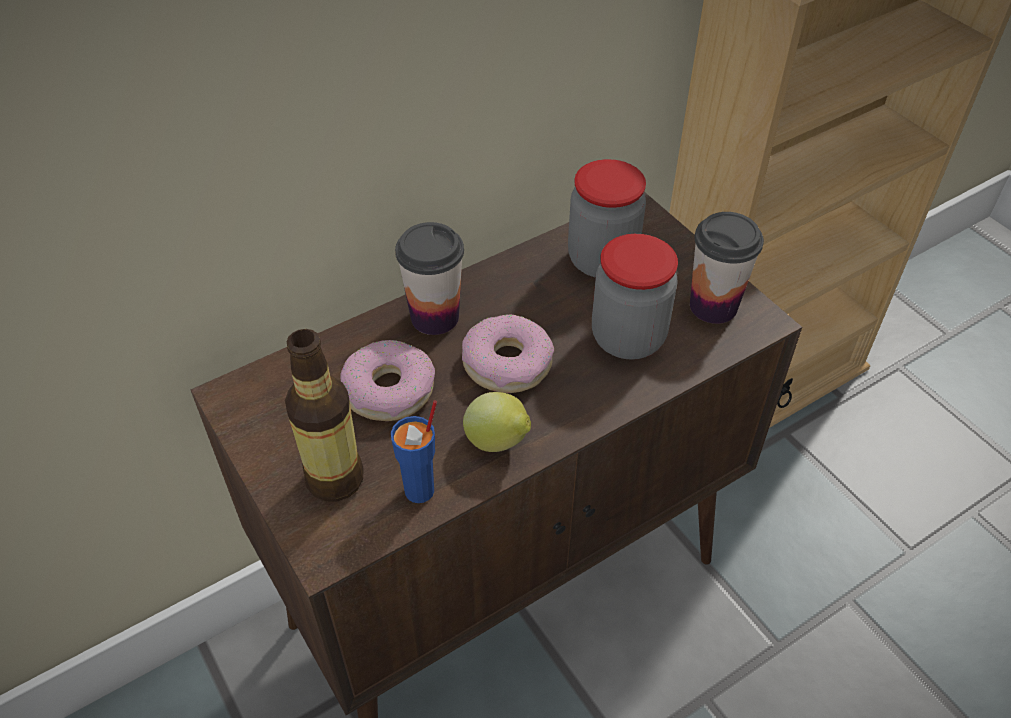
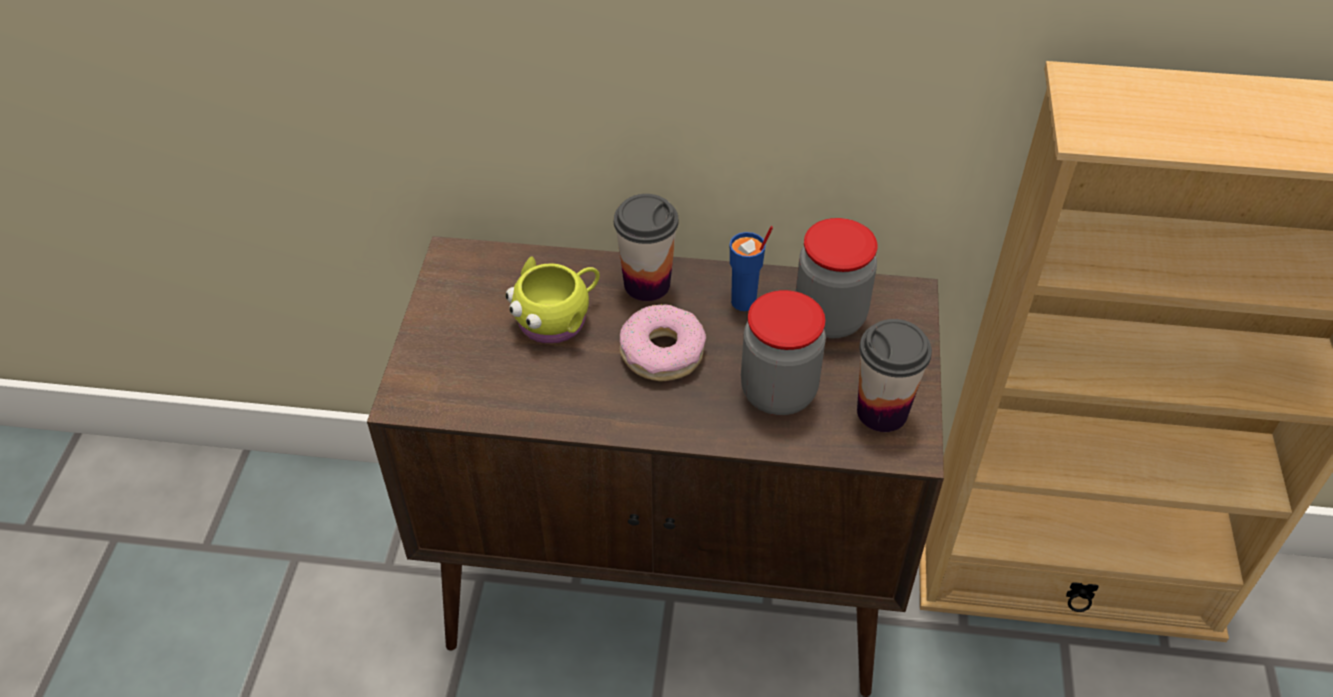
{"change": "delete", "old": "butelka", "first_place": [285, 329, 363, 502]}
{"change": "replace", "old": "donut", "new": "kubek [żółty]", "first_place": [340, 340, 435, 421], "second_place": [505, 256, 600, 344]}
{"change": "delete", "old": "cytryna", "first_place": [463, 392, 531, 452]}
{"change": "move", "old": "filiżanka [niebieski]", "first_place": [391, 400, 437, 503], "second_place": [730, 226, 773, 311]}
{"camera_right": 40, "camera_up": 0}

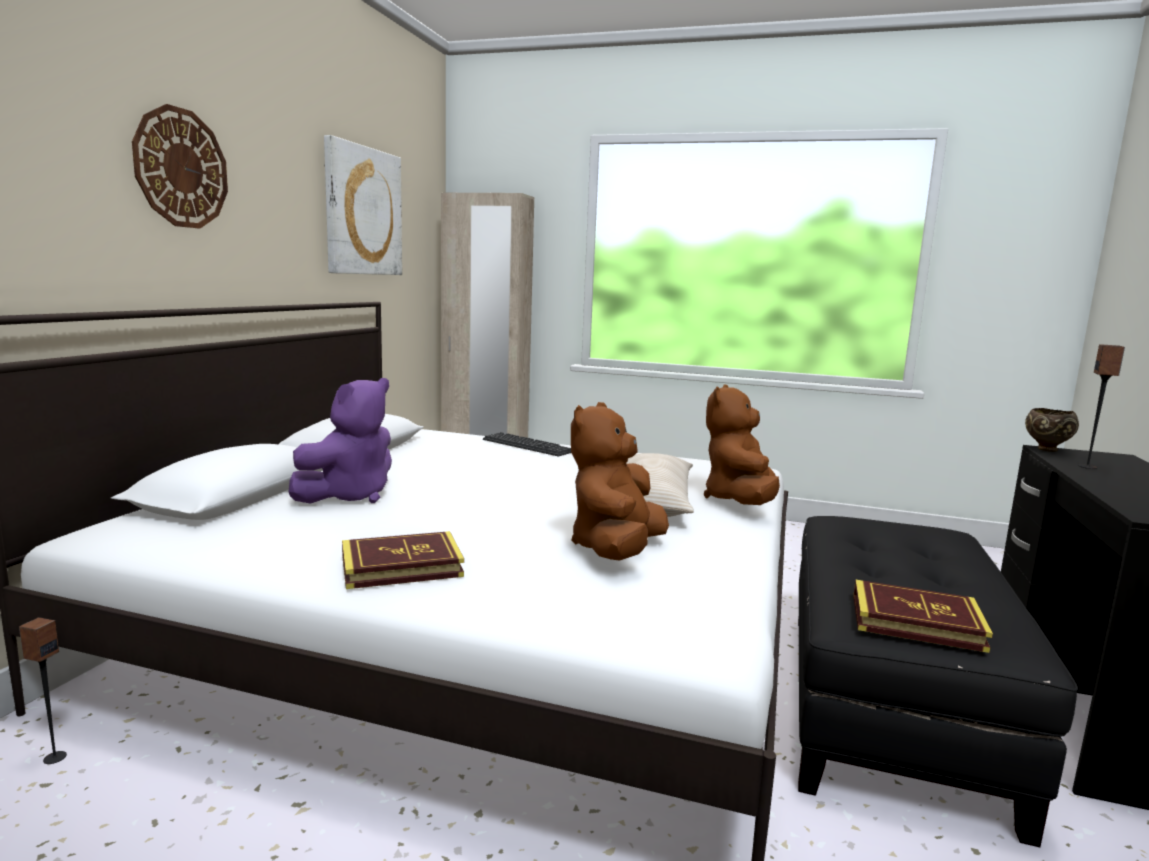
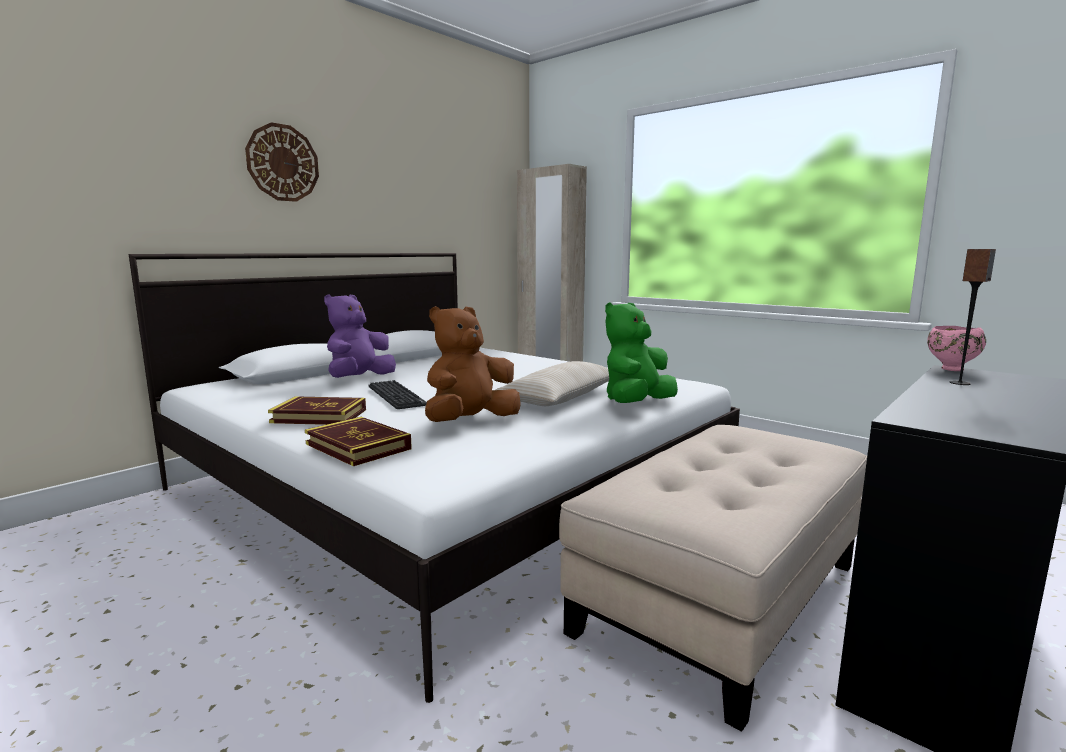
{"change": "delete", "old": "obraz", "first_place": [324, 135, 402, 275]}
{"change": "rotate", "old": "pluszak [fioletowy]", "first_place": [289, 378, 392, 504], "second_place": [324, 294, 396, 378], "degrees": 150}
{"change": "recolor", "old": "pluszak [brązowy]", "new": "pluszak [zielony]", "first_place": [704, 384, 780, 505], "second_place": [605, 302, 678, 403]}
{"change": "recolor", "old": "miska [brązowy]", "new": "miska [różowy]", "first_place": [1025, 408, 1079, 452], "second_place": [927, 326, 986, 371]}
{"change": "move", "old": "klawiatura", "first_place": [483, 432, 571, 456], "second_place": [368, 380, 427, 409]}
{"change": "recolor", "old": "pufa [czarny]", "new": "pufa [beżowy]", "first_place": [798, 516, 1078, 847], "second_place": [559, 425, 867, 732]}
{"change": "move", "old": "książka", "first_place": [853, 579, 993, 653], "second_place": [305, 417, 412, 466]}
{"change": "delete", "old": "głośnik", "first_place": [19, 617, 67, 764]}
{"camera_right": 25, "camera_up": 0}

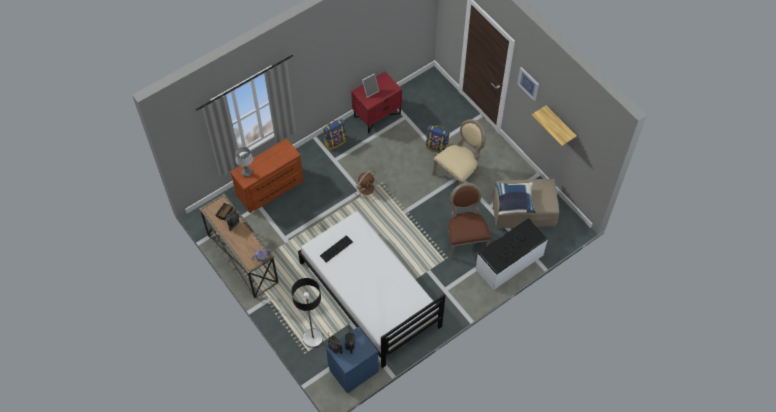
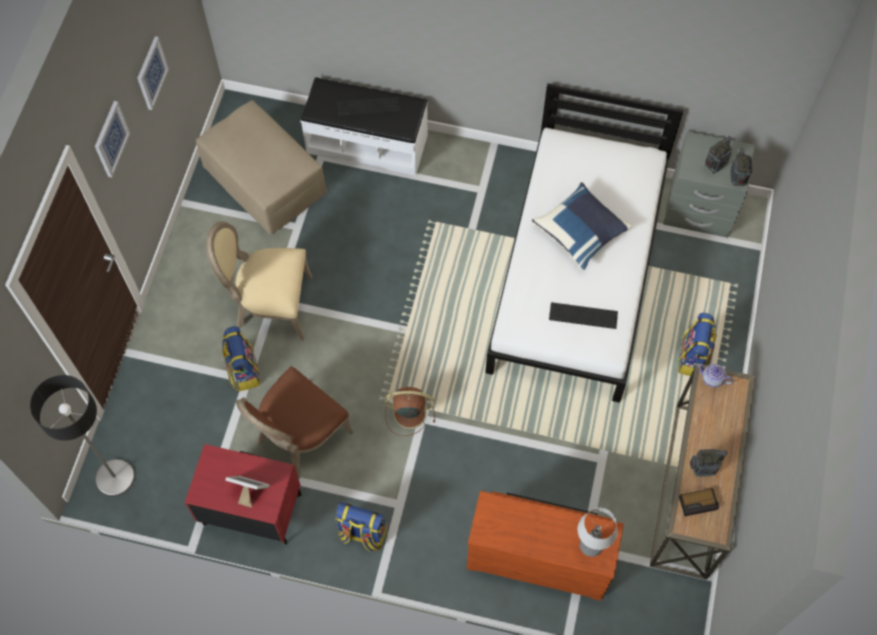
{"change": "replace", "old": "półka", "new": "obraz", "first_place": [531, 105, 577, 146], "second_place": [137, 36, 169, 110]}
{"change": "move", "old": "poduszka [niebieski]", "first_place": [494, 182, 536, 215], "second_place": [532, 182, 632, 270]}
{"change": "move", "old": "krzesło [brązowy]", "first_place": [448, 183, 491, 259], "second_place": [236, 366, 353, 479]}
{"change": "move", "old": "lampa stojąca", "first_place": [291, 278, 323, 348], "second_place": [30, 375, 135, 497]}
{"change": "recolor", "old": "szafka nocna [niebieski]", "new": "szafka nocna [szary]", "first_place": [326, 326, 379, 394], "second_place": [663, 131, 755, 238]}
{"change": "insert", "new": "plecak", "second_place": [678, 313, 717, 376]}
{"camera_right": -130, "camera_up": 5}

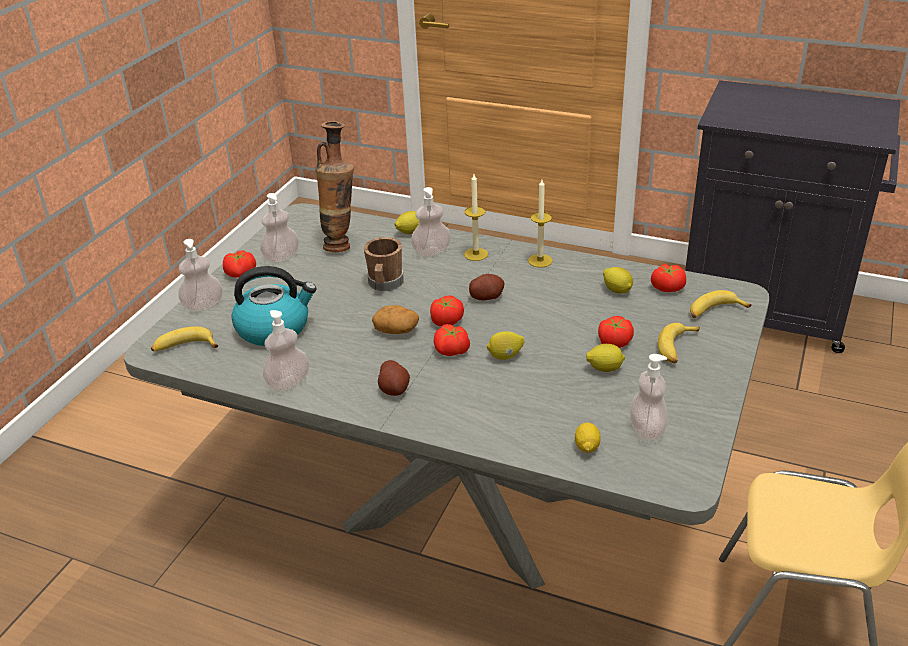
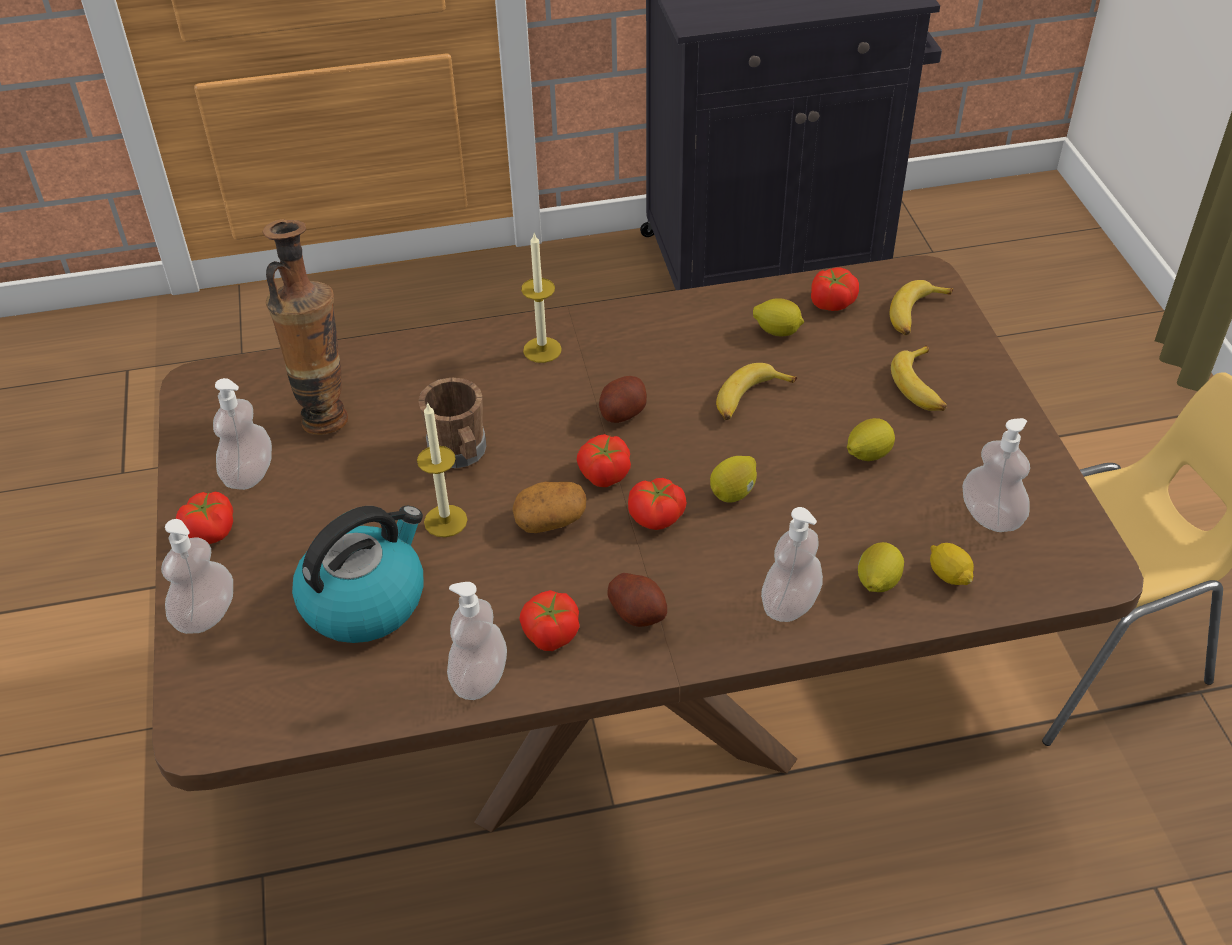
{"change": "move", "old": "świeca", "first_place": [528, 180, 553, 268], "second_place": [417, 402, 467, 537]}
{"change": "move", "old": "dozownik mydła", "first_place": [411, 187, 451, 256], "second_place": [761, 507, 823, 622]}
{"change": "recolor", "old": "stół jadalny [szary]", "new": "stół jadalny [brązowy]", "first_place": [124, 203, 769, 589], "second_place": [152, 255, 1144, 832]}
{"change": "move", "old": "cytryna", "first_place": [395, 211, 419, 234], "second_place": [858, 542, 904, 592]}
{"change": "move", "old": "pomidor", "first_place": [598, 316, 634, 348], "second_place": [519, 590, 580, 651]}
{"change": "move", "old": "banan", "first_place": [151, 326, 218, 352], "second_place": [716, 363, 797, 420]}
{"camera_right": -35, "camera_up": 10}

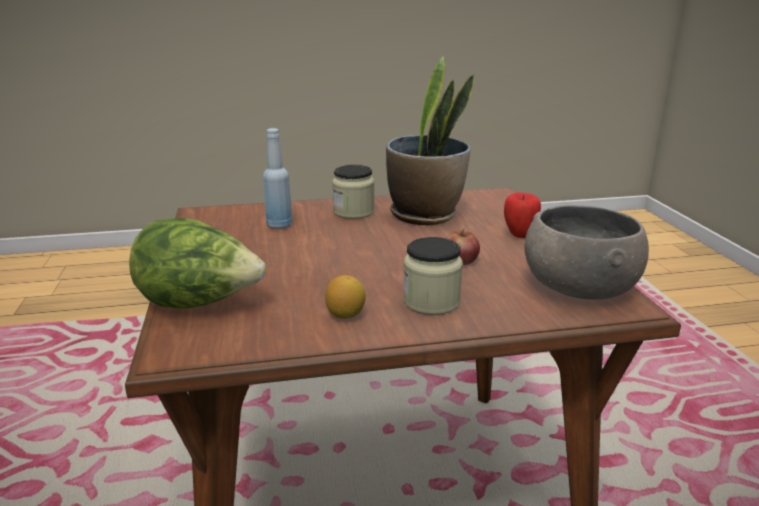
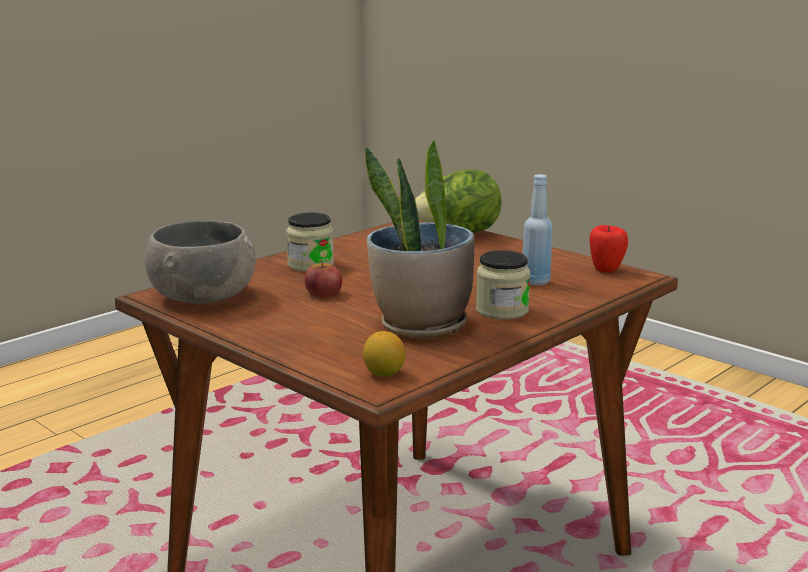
{"change": "move", "old": "jabłko", "first_place": [504, 192, 541, 238], "second_place": [589, 225, 628, 273]}
{"change": "move", "old": "cytryna", "first_place": [325, 275, 366, 319], "second_place": [363, 331, 405, 376]}
{"camera_right": 145, "camera_up": -5}

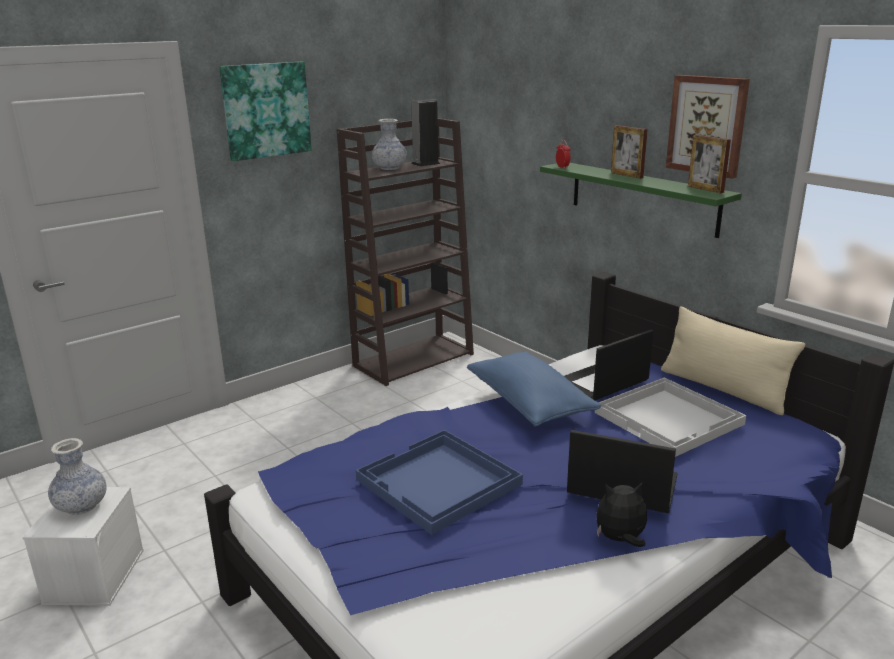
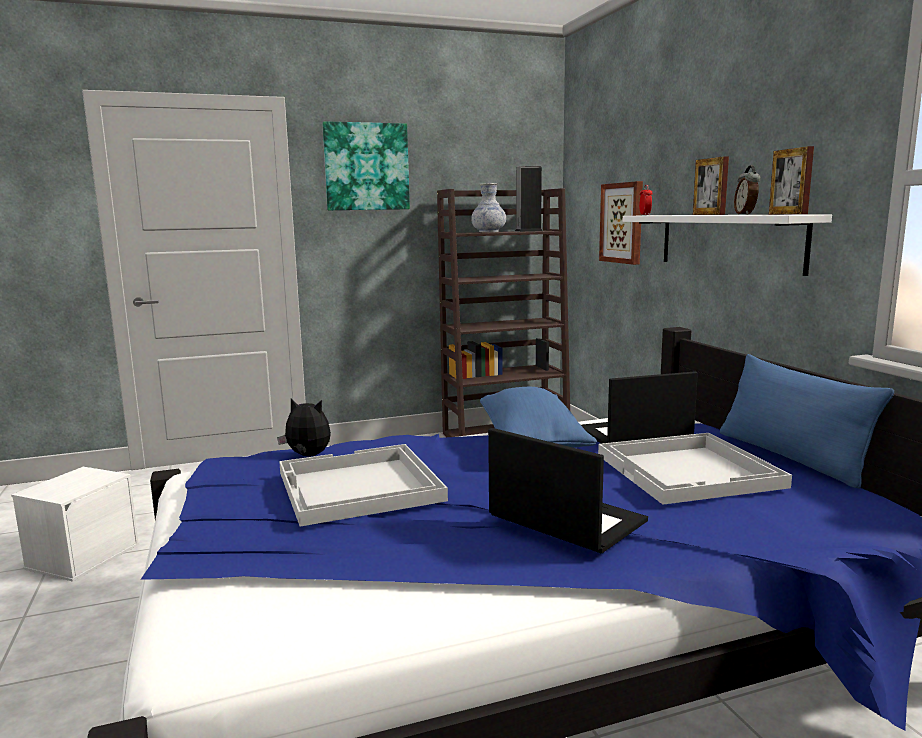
{"change": "move", "old": "obraz", "first_place": [666, 75, 750, 179], "second_place": [599, 181, 643, 265]}
{"change": "recolor", "old": "półka [zielony]", "new": "półka [biały]", "first_place": [540, 163, 742, 238], "second_place": [623, 214, 832, 276]}
{"change": "recolor", "old": "poduszka [beżowy]", "new": "poduszka [niebieski]", "first_place": [661, 306, 805, 415], "second_place": [720, 354, 894, 489]}
{"change": "recolor", "old": "taca [niebieski]", "new": "taca [biały]", "first_place": [356, 430, 523, 535], "second_place": [279, 444, 448, 526]}
{"change": "delete", "old": "wazon", "first_place": [48, 438, 107, 515]}
{"change": "move", "old": "pluszak", "first_place": [596, 482, 647, 547], "second_place": [277, 399, 331, 456]}
{"change": "insert", "new": "budzik", "second_place": [734, 166, 761, 215]}
{"camera_right": 20, "camera_up": -10}

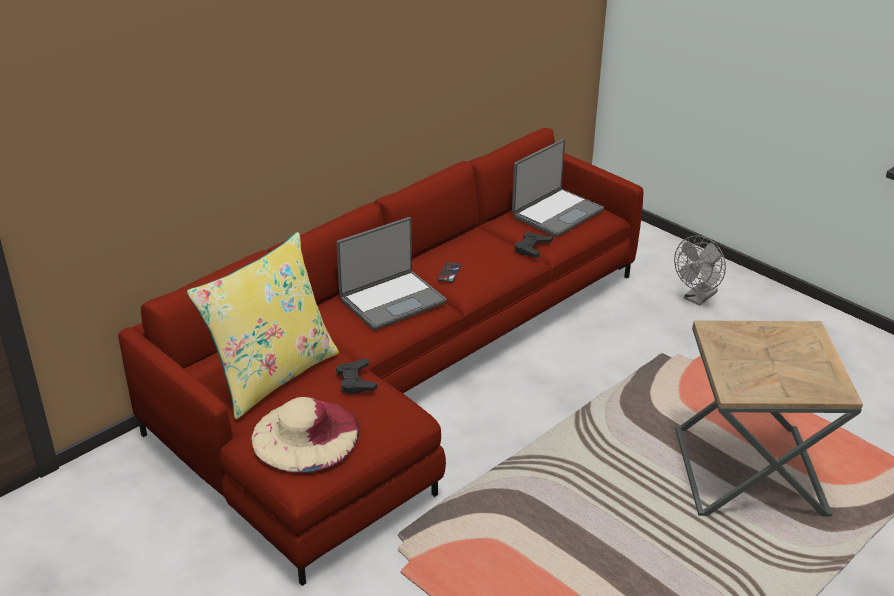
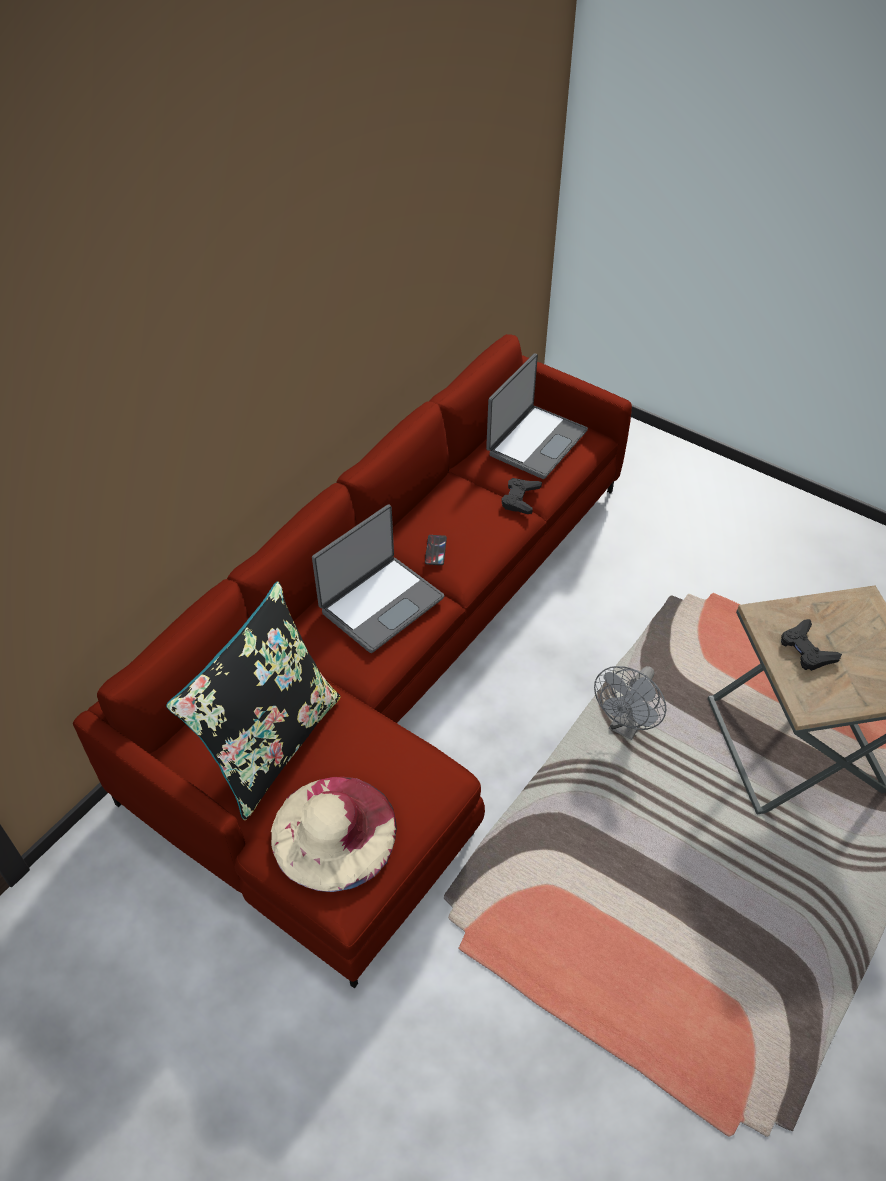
{"change": "recolor", "old": "poduszka [żółty]", "new": "poduszka [czarny]", "first_place": [187, 232, 339, 419], "second_place": [166, 581, 341, 820]}
{"change": "move", "old": "wentylator [szary]", "first_place": [674, 235, 726, 306], "second_place": [594, 666, 666, 740]}
{"change": "move", "old": "pad do gier [czarny]", "first_place": [336, 358, 377, 395], "second_place": [781, 619, 842, 671]}
{"camera_right": -10, "camera_up": 15}

